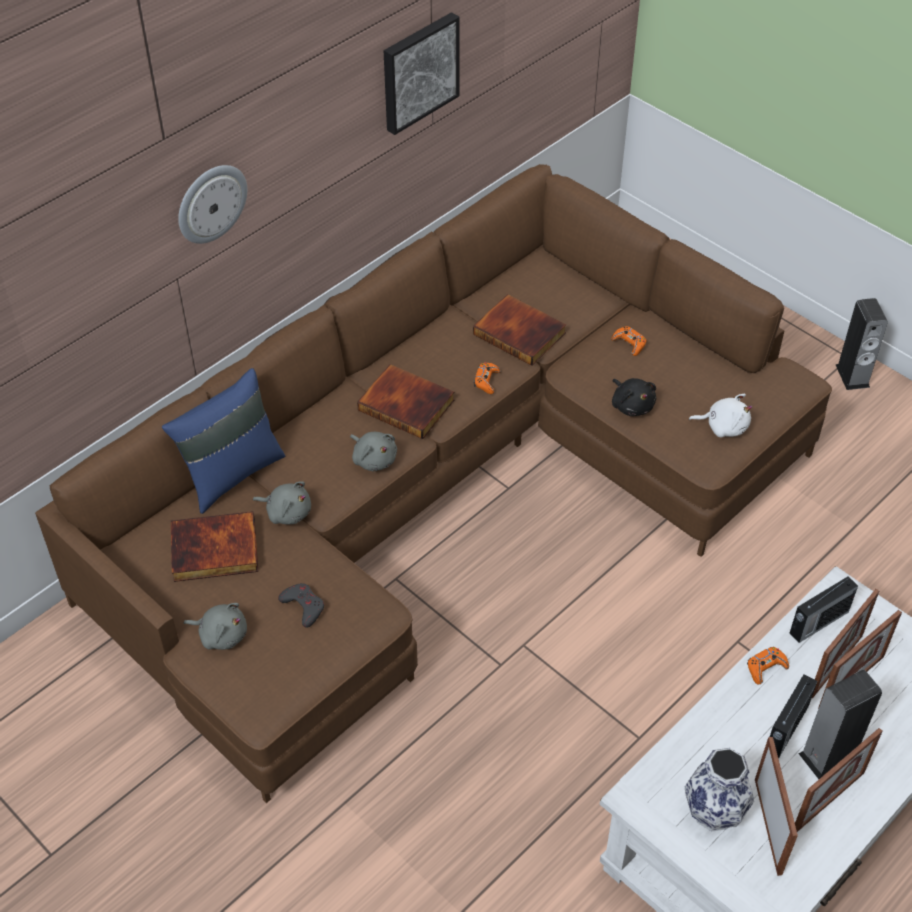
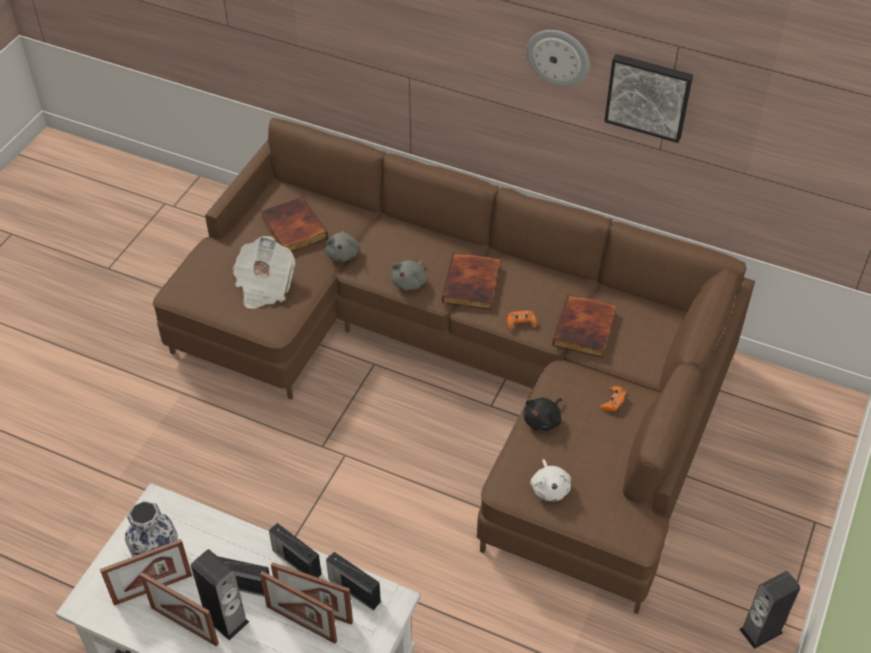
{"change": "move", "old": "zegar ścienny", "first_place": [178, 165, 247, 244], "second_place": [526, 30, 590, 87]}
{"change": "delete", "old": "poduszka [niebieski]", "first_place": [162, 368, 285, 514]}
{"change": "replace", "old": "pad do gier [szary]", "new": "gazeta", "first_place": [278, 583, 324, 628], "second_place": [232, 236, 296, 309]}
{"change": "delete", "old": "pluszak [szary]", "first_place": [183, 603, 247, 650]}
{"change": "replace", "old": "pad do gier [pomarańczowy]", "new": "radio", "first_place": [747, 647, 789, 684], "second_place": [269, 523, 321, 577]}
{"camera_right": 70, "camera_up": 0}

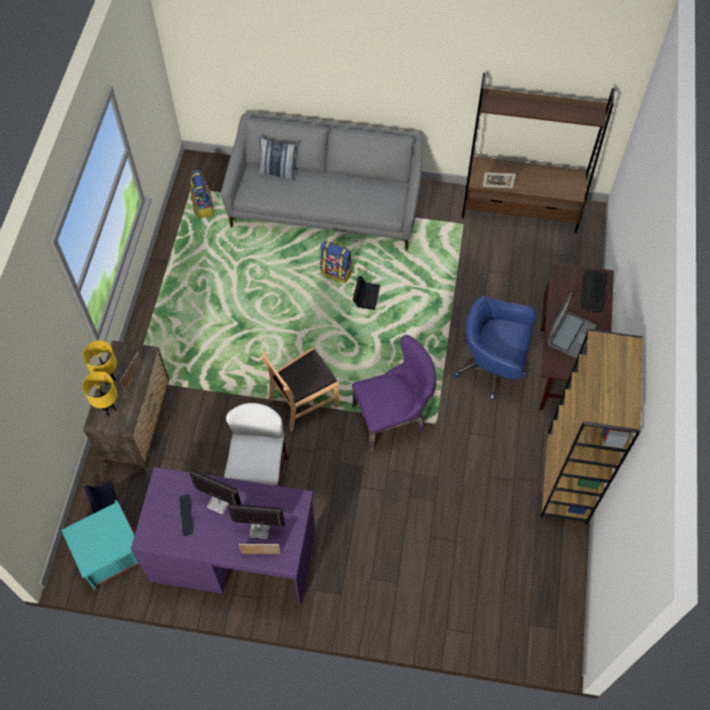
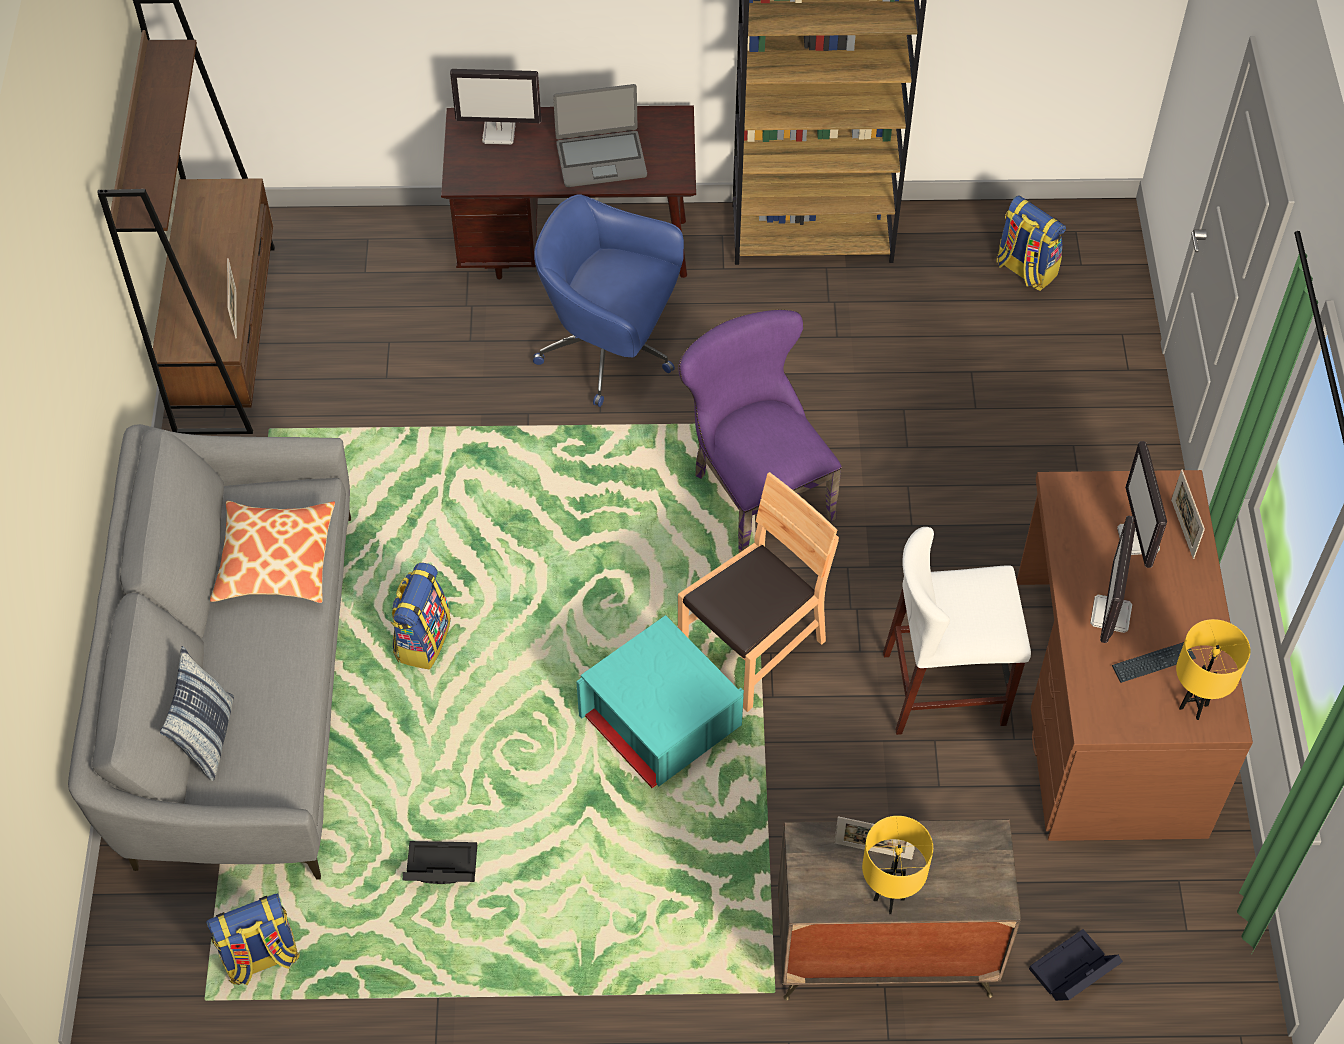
{"change": "replace", "old": "klawiatura", "new": "monitor", "first_place": [580, 270, 607, 312], "second_place": [450, 69, 541, 145]}
{"change": "move", "old": "pojemnik do przechowywania [czarny]", "first_place": [353, 276, 380, 310], "second_place": [403, 841, 477, 884]}
{"change": "rotate", "old": "laptop", "first_place": [547, 293, 596, 359], "second_place": [553, 84, 647, 187], "degrees": 150}
{"change": "rotate", "old": "krzesło biurowe [niebieski]", "first_place": [454, 296, 536, 400], "second_place": [533, 194, 684, 407], "degrees": 105}
{"change": "rotate", "old": "krzesło [brązowy]", "first_place": [261, 347, 340, 431], "second_place": [678, 472, 839, 712], "degrees": -90}
{"change": "move", "old": "lampa stołowa [żółty]", "first_place": [82, 371, 117, 416], "second_place": [1176, 619, 1250, 720]}
{"change": "recolor", "old": "biurko [fioletowy]", "new": "biurko [brązowy]", "first_place": [131, 467, 315, 606], "second_place": [1017, 470, 1253, 841]}
{"change": "move", "old": "pojemnik do przechowywania [turkusowy]", "first_place": [61, 500, 139, 590], "second_place": [576, 615, 744, 788]}
{"change": "insert", "new": "plecak", "second_place": [996, 196, 1066, 291]}
{"change": "insert", "new": "poduszka", "second_place": [210, 501, 335, 603]}
{"camera_right": -100, "camera_up": -5}

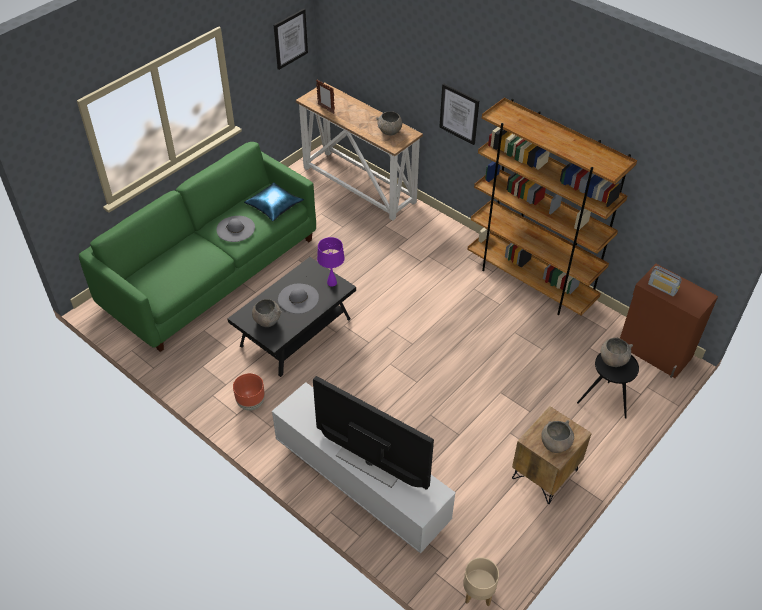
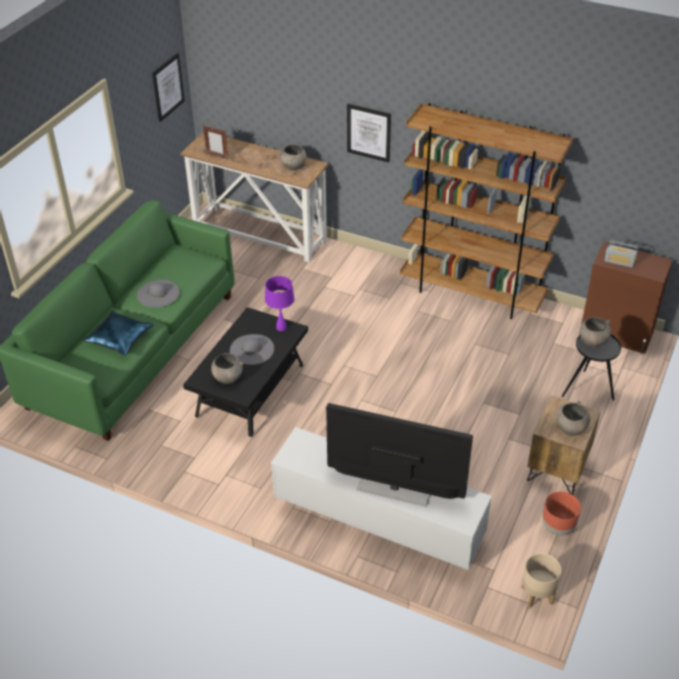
{"change": "move", "old": "poduszka [niebieski]", "first_place": [244, 182, 304, 221], "second_place": [84, 311, 154, 356]}
{"change": "move", "old": "donica [brązowy]", "first_place": [233, 373, 265, 411], "second_place": [543, 492, 581, 536]}
{"camera_right": -15, "camera_up": -5}

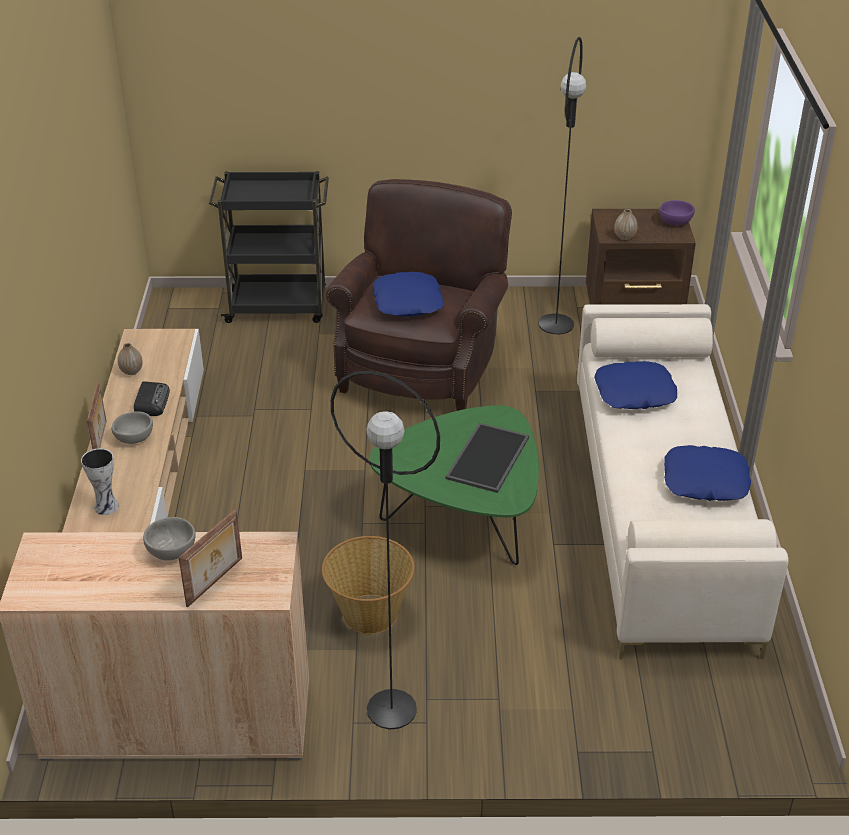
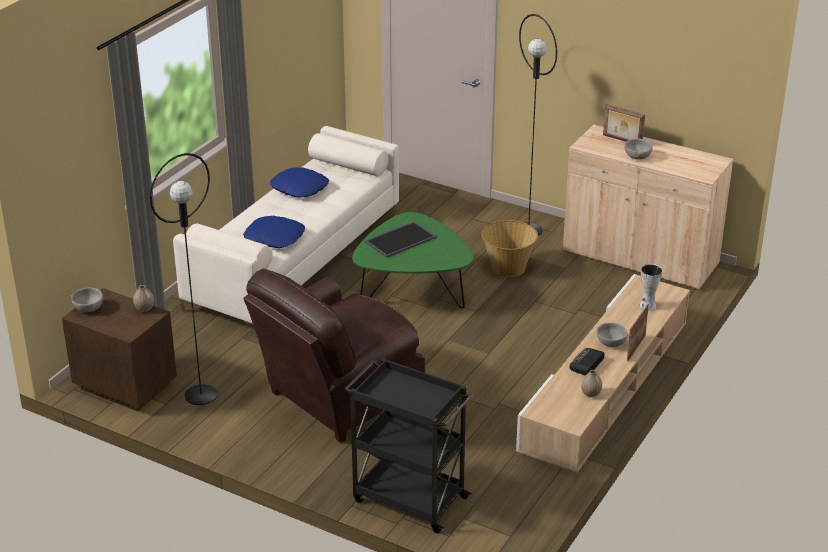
{"change": "recolor", "old": "miska [fioletowy]", "new": "miska [szary]", "first_place": [659, 200, 695, 225], "second_place": [71, 288, 103, 312]}
{"change": "delete", "old": "poduszka [niebieski]", "first_place": [373, 272, 444, 317]}
{"change": "rotate", "old": "ramka na zdjęcie", "first_place": [178, 509, 242, 608], "second_place": [603, 104, 645, 142], "degrees": -120}
{"camera_right": -150, "camera_up": -5}

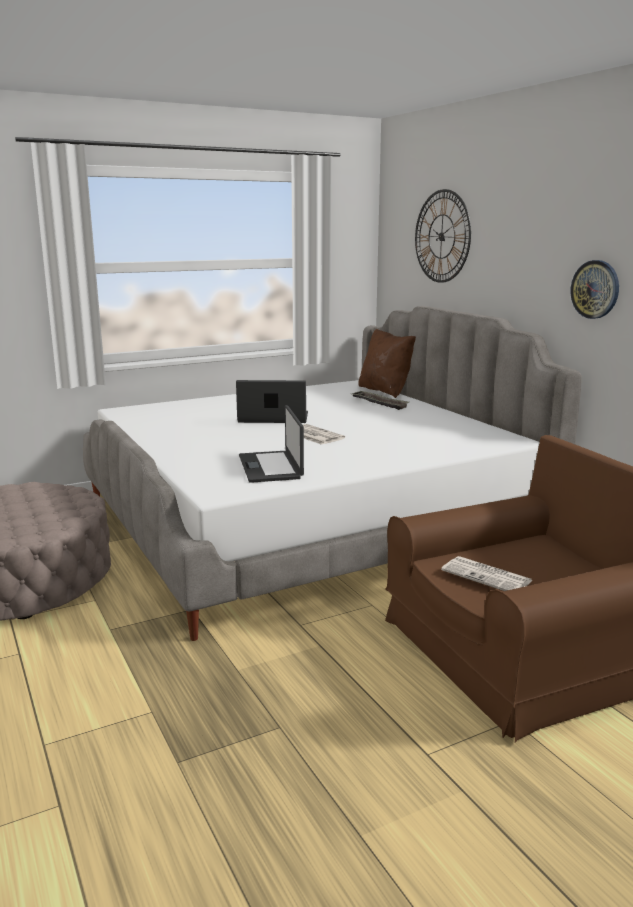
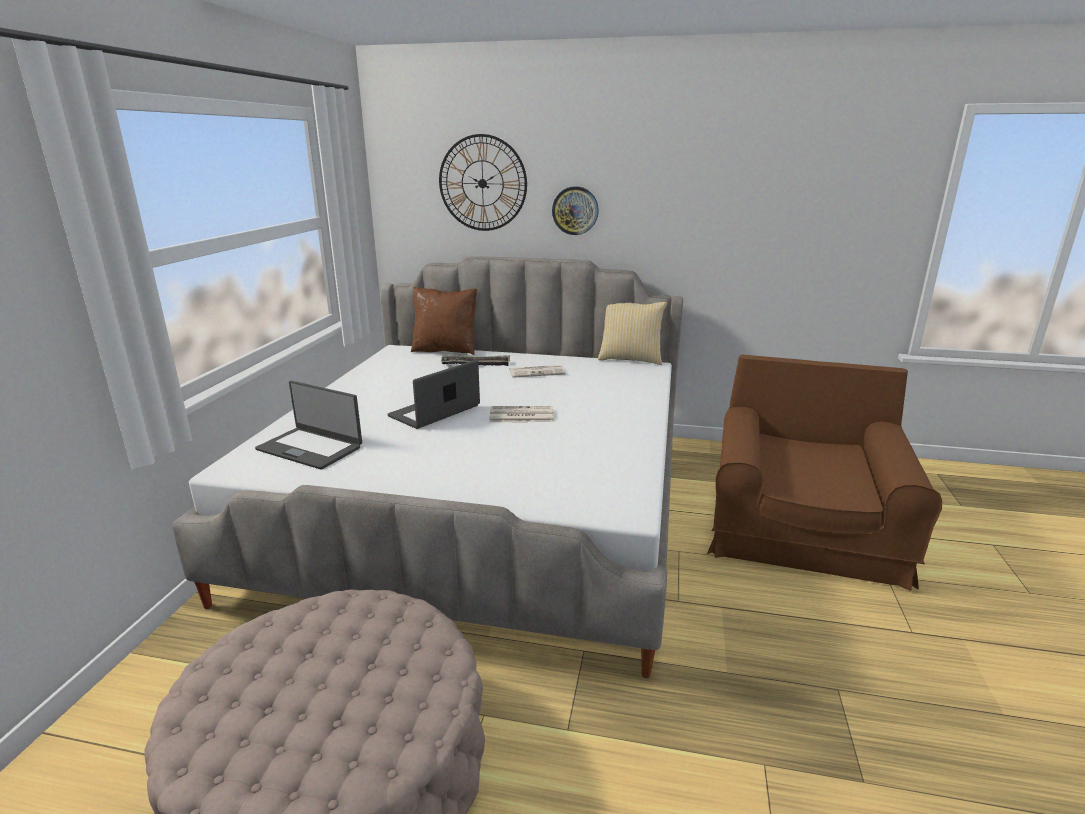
{"change": "move", "old": "zegar ścienny", "first_place": [570, 260, 619, 319], "second_place": [552, 186, 599, 235]}
{"change": "move", "old": "laptop", "first_place": [239, 405, 304, 483], "second_place": [255, 381, 362, 469]}
{"change": "move", "old": "gazeta", "first_place": [441, 556, 533, 591], "second_place": [509, 365, 566, 378]}
{"change": "insert", "new": "poduszka", "second_place": [598, 302, 668, 365]}
{"camera_right": -50, "camera_up": 5}

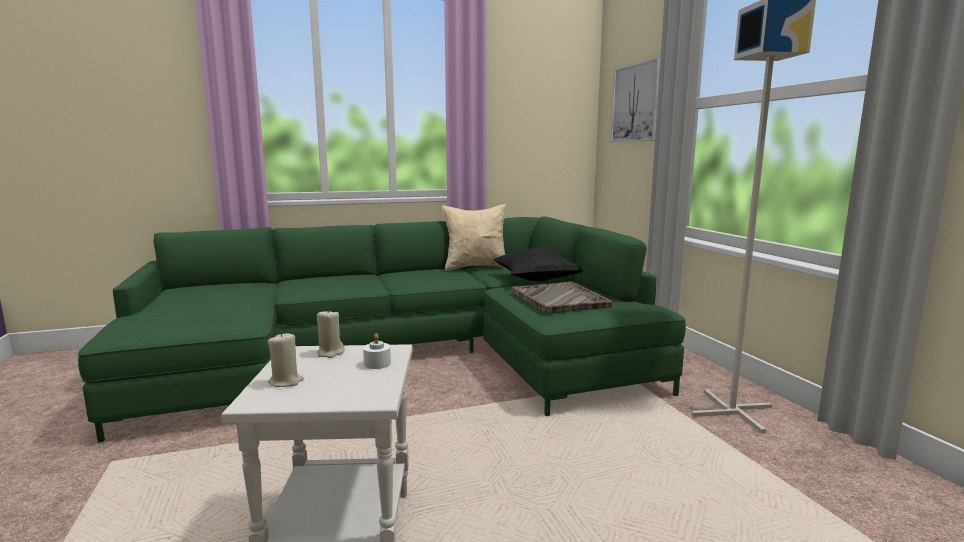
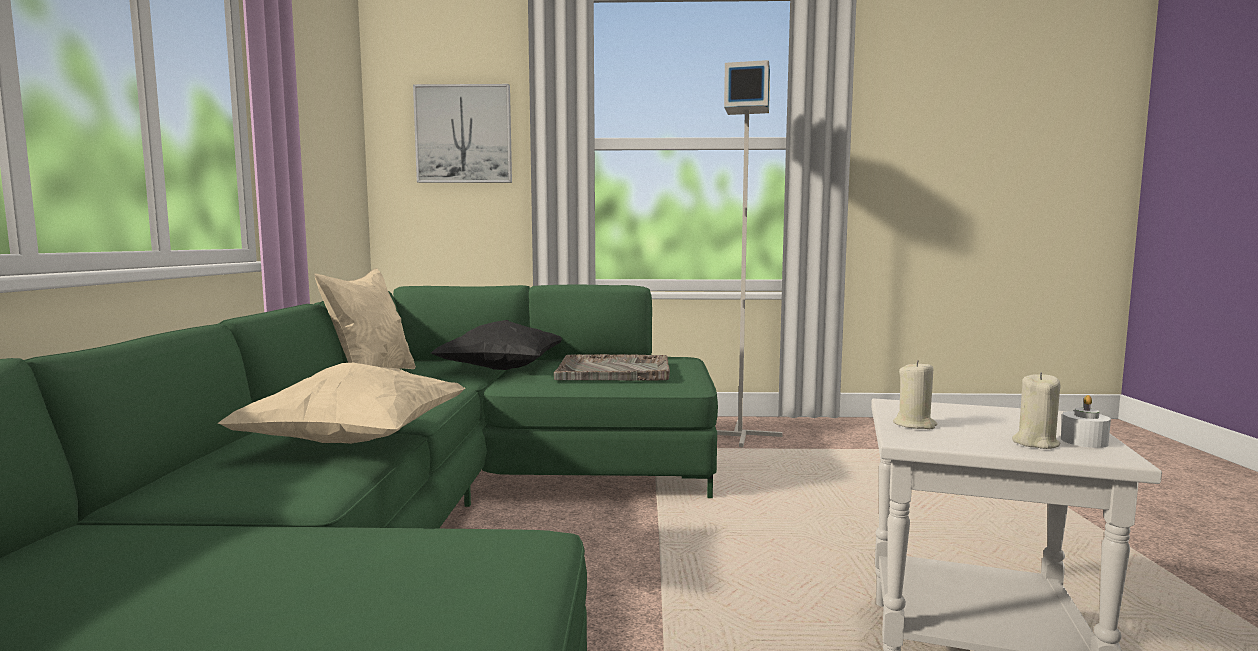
{"change": "move", "old": "świeca [biały]", "first_place": [363, 333, 391, 369], "second_place": [1061, 395, 1111, 448]}
{"change": "insert", "new": "poduszka [beżowy]", "second_place": [217, 363, 465, 444]}
{"camera_right": -70, "camera_up": -5}

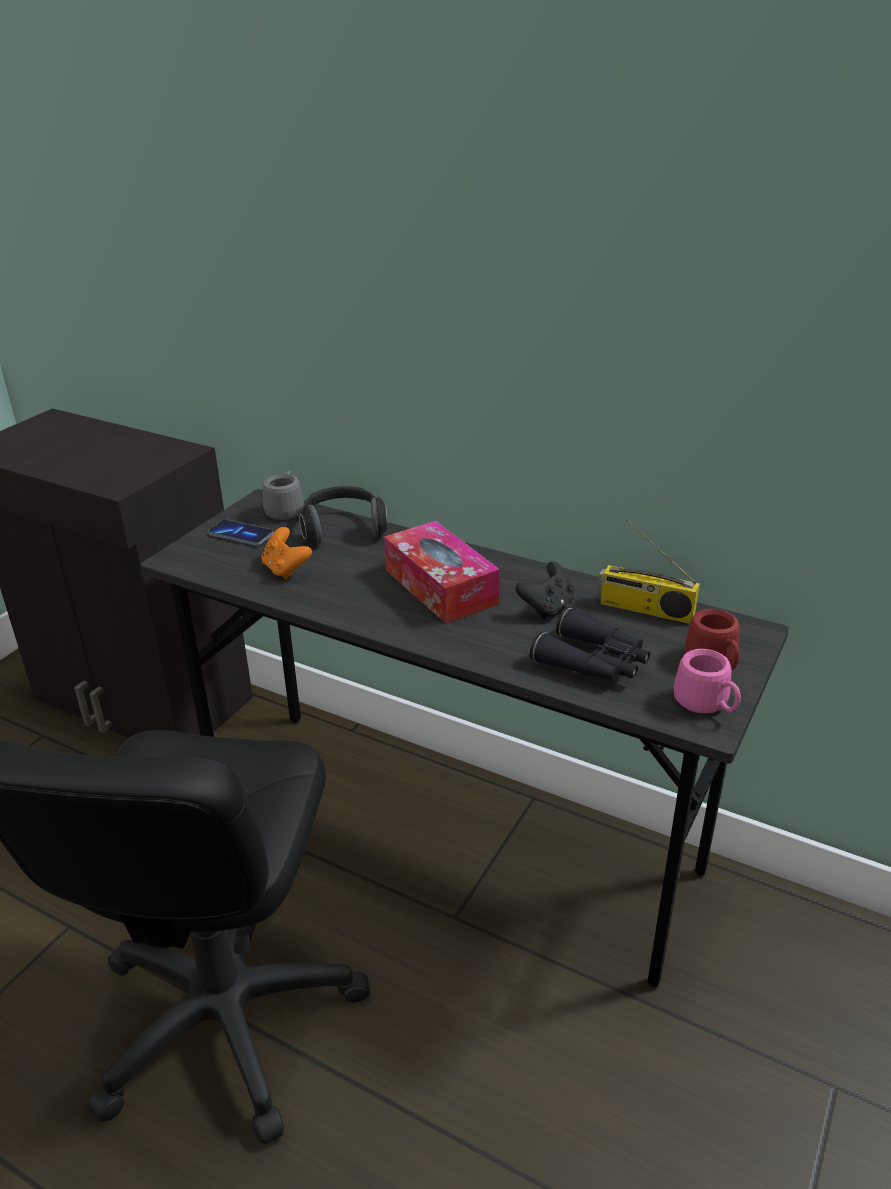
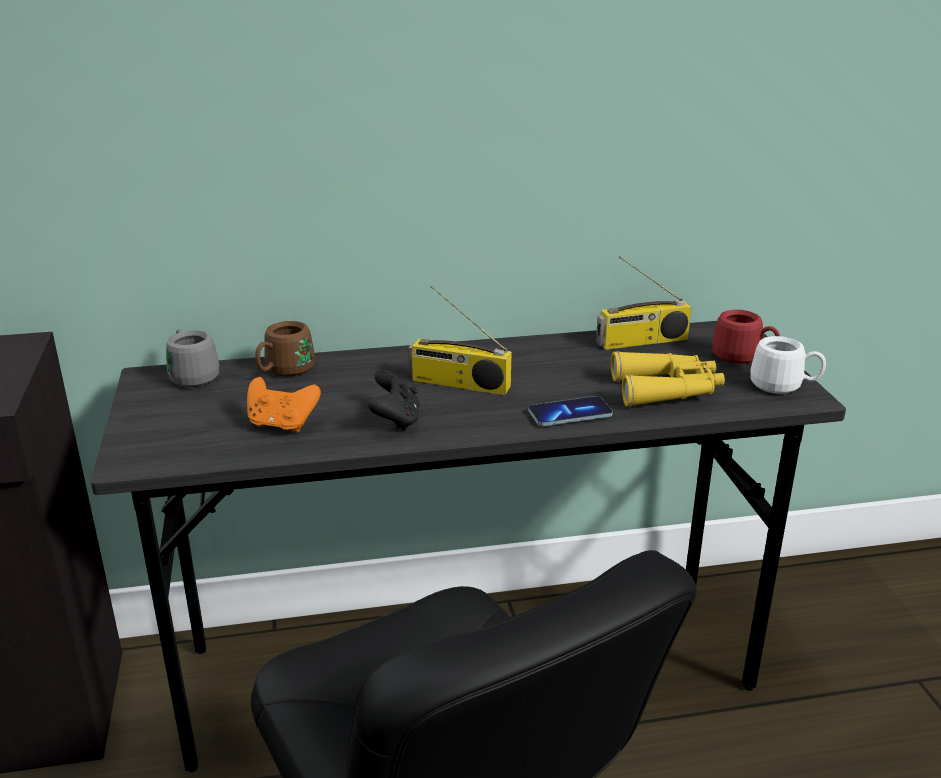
{"change": "replace", "old": "słuchawki", "new": "kubek [brązowy]", "first_place": [299, 486, 387, 546], "second_place": [255, 321, 315, 376]}
{"change": "move", "old": "telefon", "first_place": [208, 519, 273, 546], "second_place": [528, 396, 613, 426]}
{"change": "replace", "old": "pudełko chusteczek", "new": "radio", "first_place": [384, 521, 500, 624], "second_place": [408, 286, 512, 395]}
{"change": "move", "old": "pad do gier [czarny]", "first_place": [515, 562, 574, 619], "second_place": [368, 370, 420, 431]}
{"change": "recolor", "old": "lornetka [czarny]", "new": "lornetka [żółty]", "first_place": [530, 607, 650, 682], "second_place": [611, 351, 725, 407]}
{"change": "recolor", "old": "kubek [różowy]", "new": "kubek [biały]", "first_place": [674, 649, 741, 714], "second_place": [751, 336, 826, 394]}
{"camera_right": -40, "camera_up": -5}

